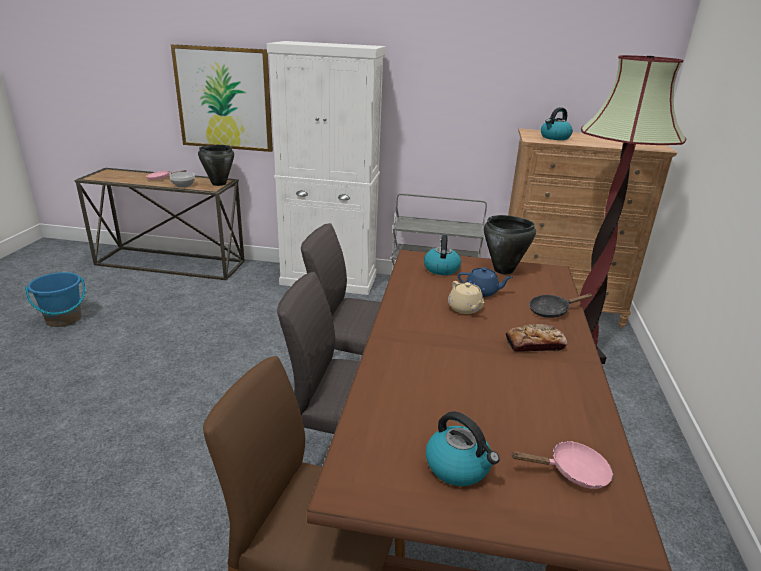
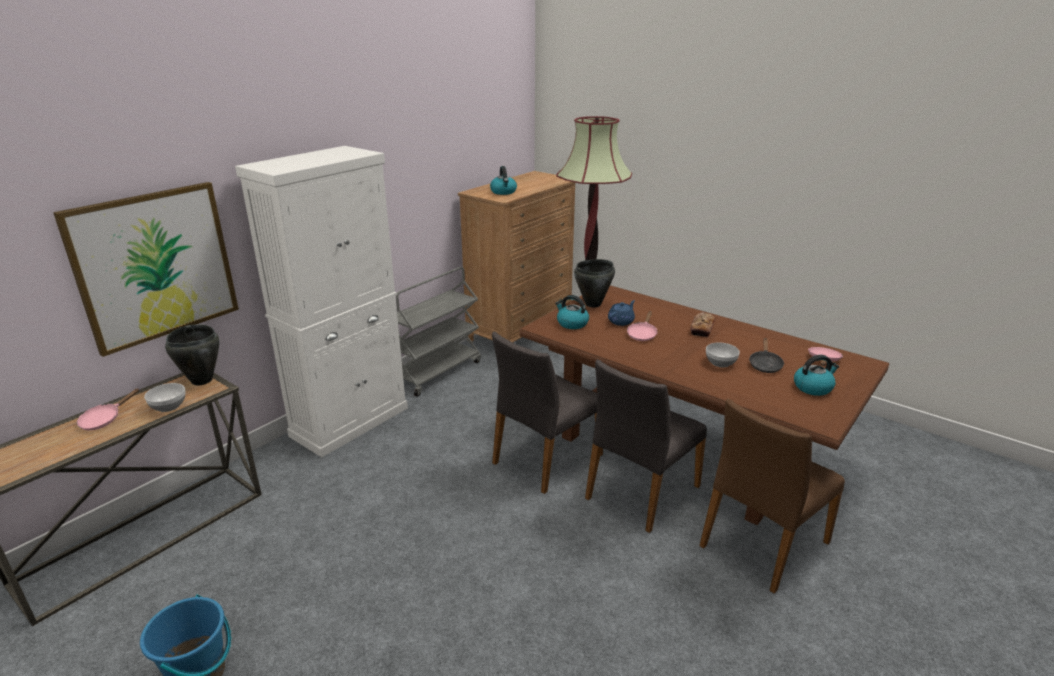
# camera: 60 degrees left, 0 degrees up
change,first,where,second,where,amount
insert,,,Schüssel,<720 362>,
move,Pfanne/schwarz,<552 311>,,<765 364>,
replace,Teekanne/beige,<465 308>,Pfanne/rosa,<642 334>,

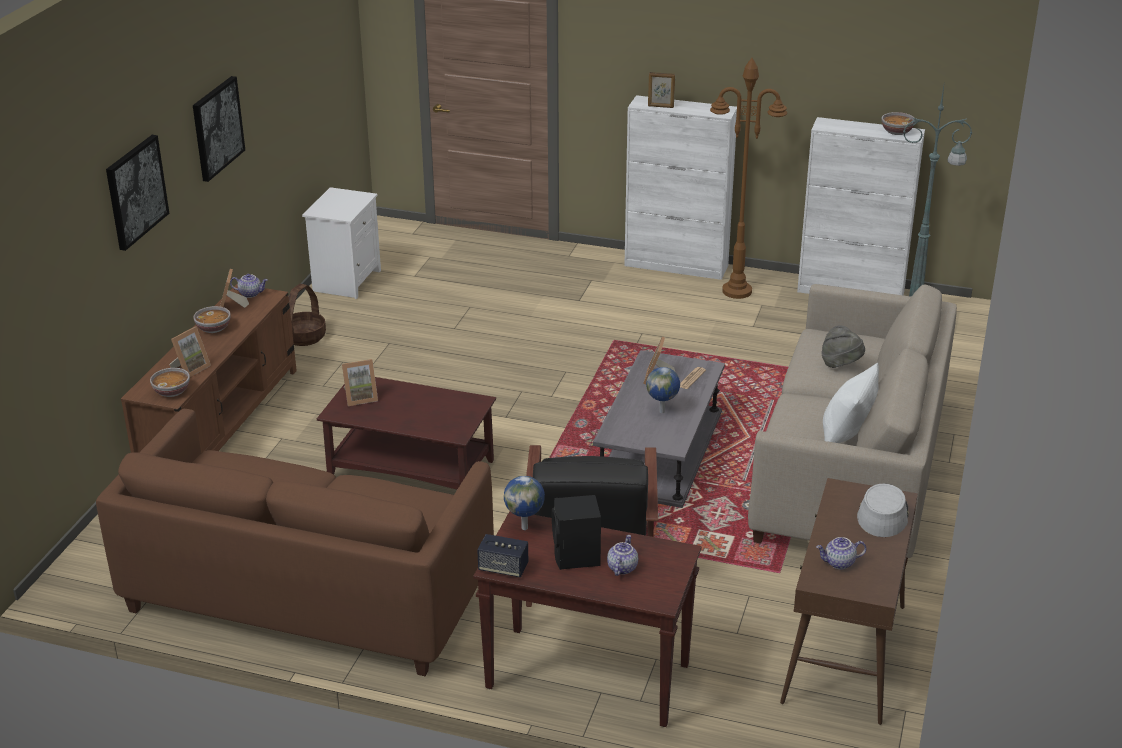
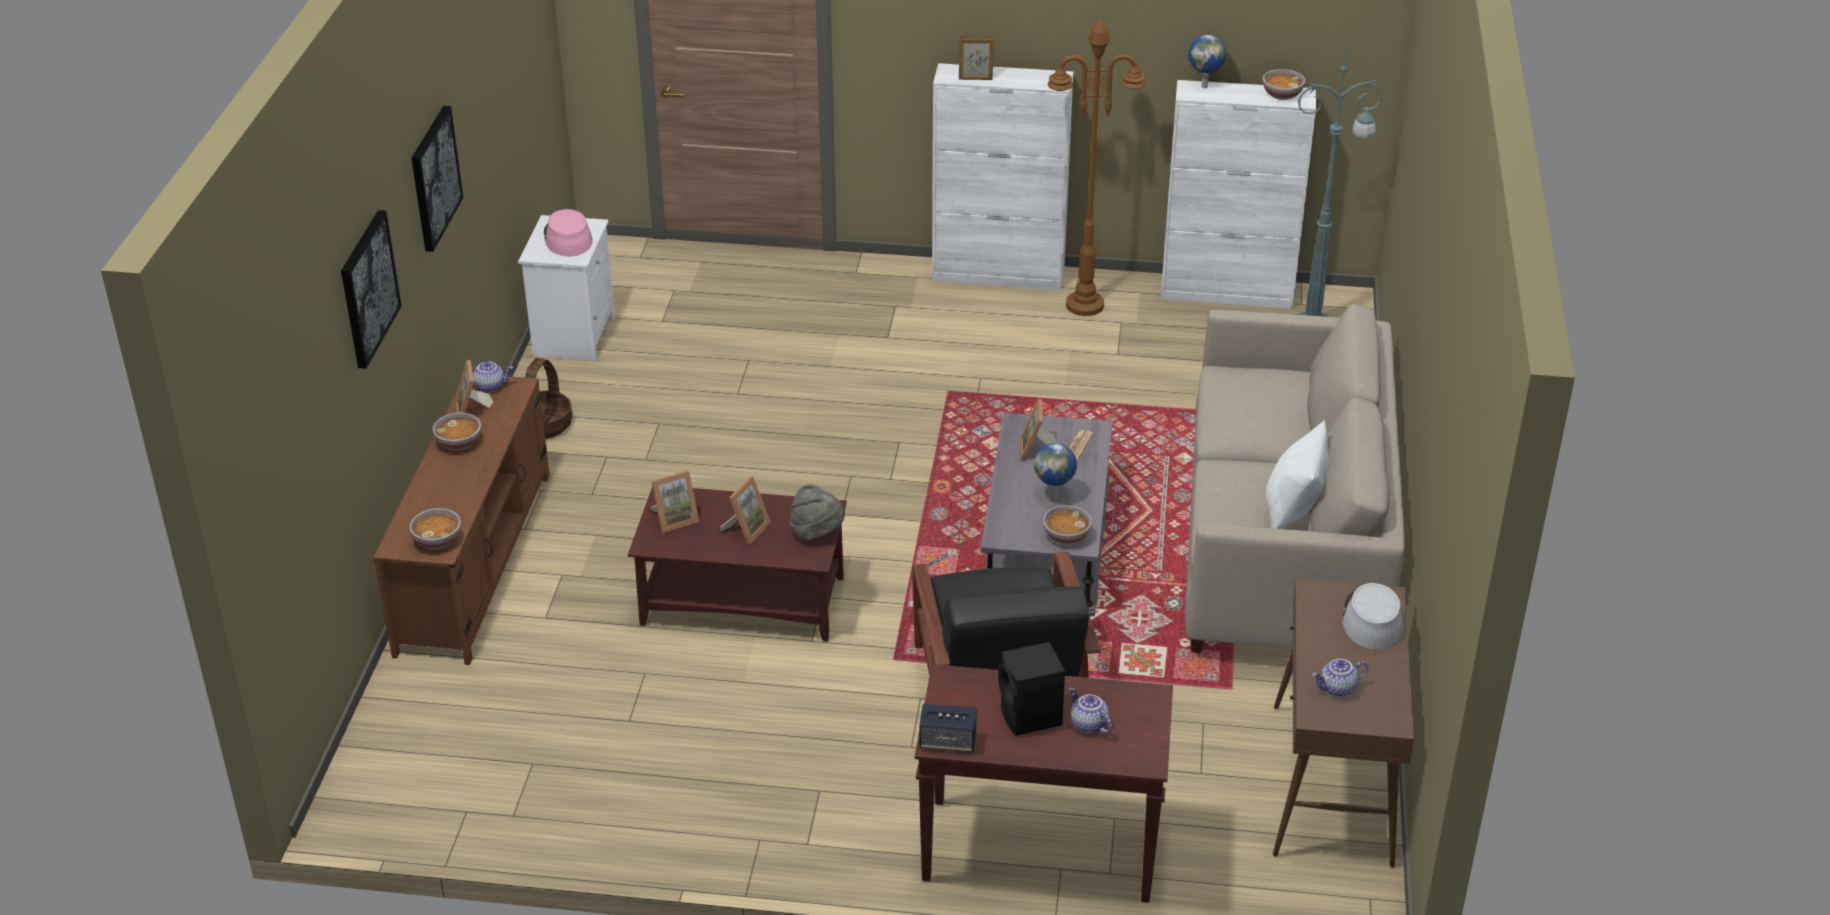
# camera: 10 degrees left, 5 degrees up
change,first,where,second,where,amount
delete,Sofa/braun,<308 593>,,,
insert,,,Hut/rosa,<567 238>,
insert,,,Schüssel,<1066 536>,
move,Bilderrahmen,<190 368>,,<746 529>,
move,Globus,<525 527>,,<1204 86>,
move,Hut/grau,<841 364>,,<817 533>,
rotate,Teekanne,<621 567>,,<1087 724>,45 degrees counterclockwise

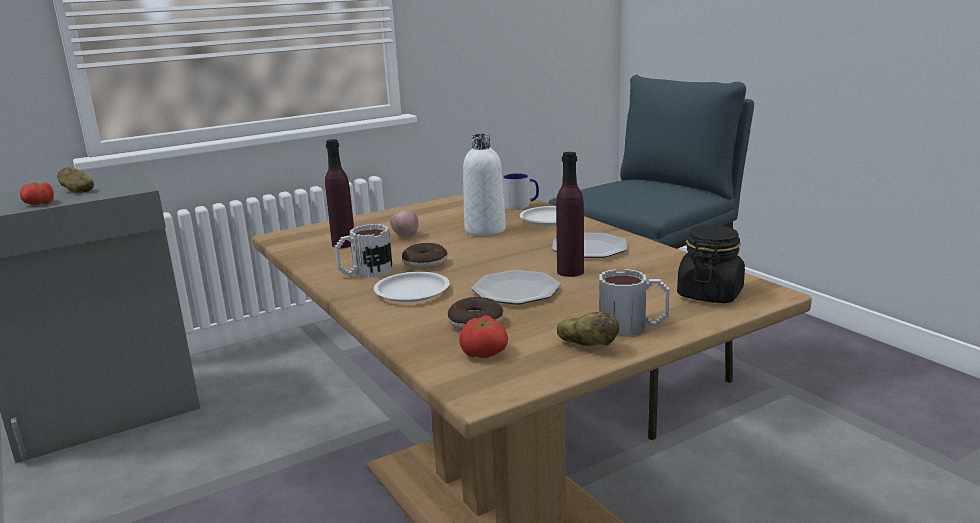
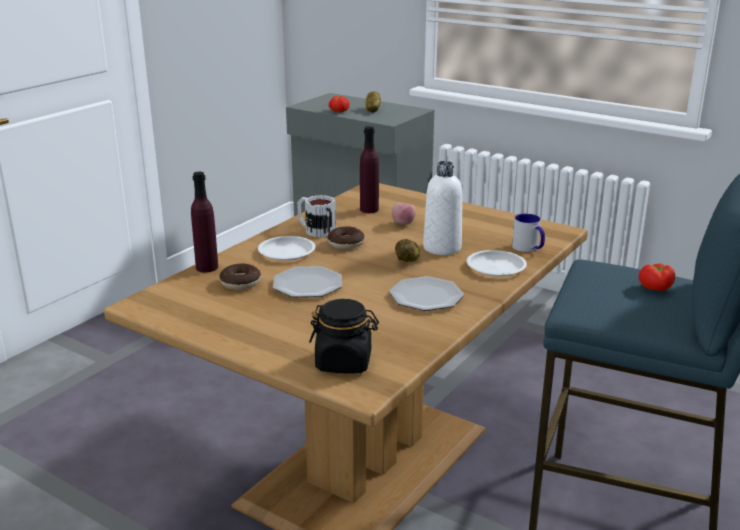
# camera: 65 degrees right, 5 degrees up
change,first,where,second,where,amount
delete,Henkelbecher,<633 327>,,,
move,Tomate,<485 352>,,<656 288>,
move,Flasche/lila,<570 271>,,<207 267>,
move,Kartoffel,<588 346>,,<408 260>,

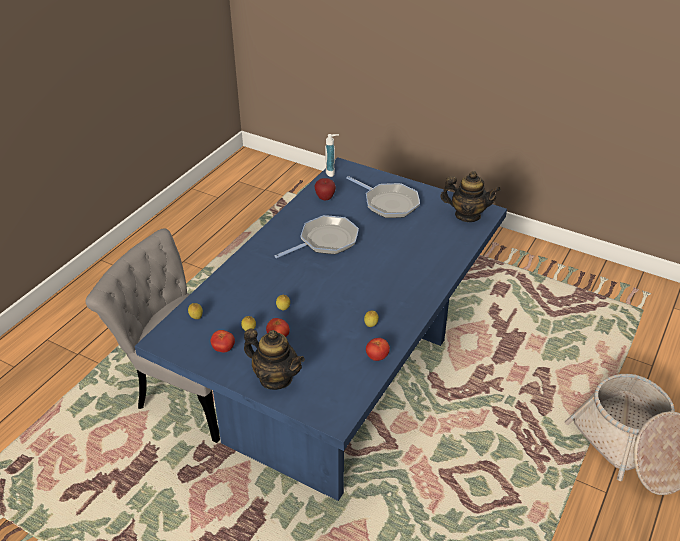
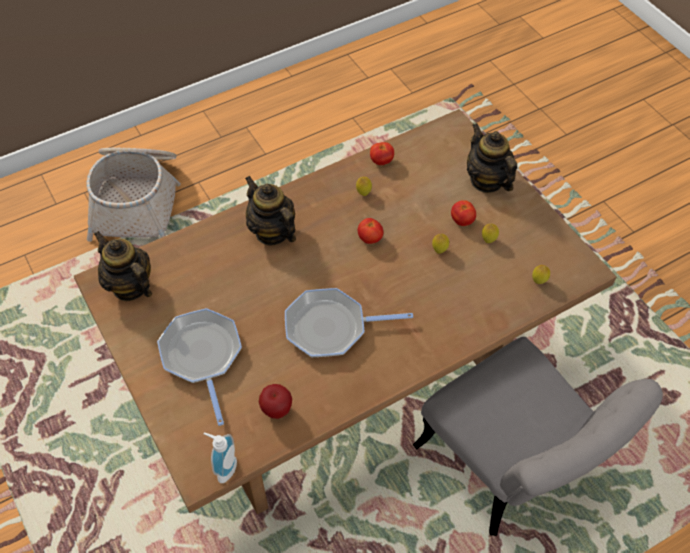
# camera: 150 degrees left, 15 degrees up
change,first,where,second,where,amount
insert,,,Teekanne,<272 232>,
move,Tomate,<223 349>,,<370 239>,
recolor,Esstisch/blau,<339 388>,Esstisch/braun,<344 385>,

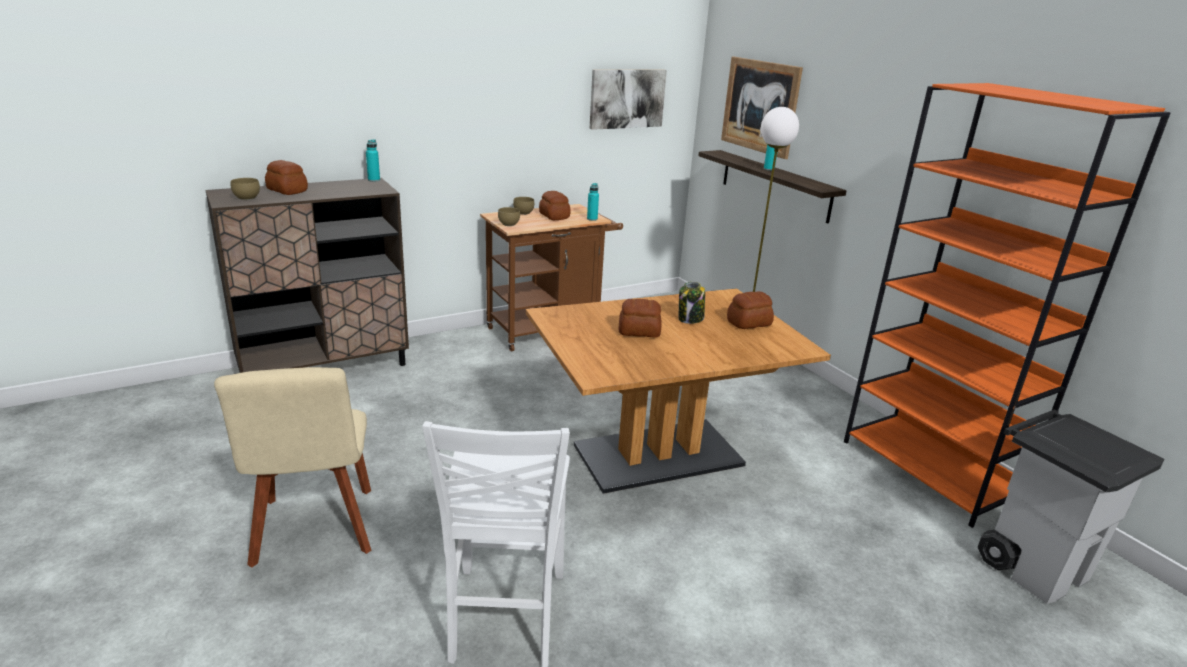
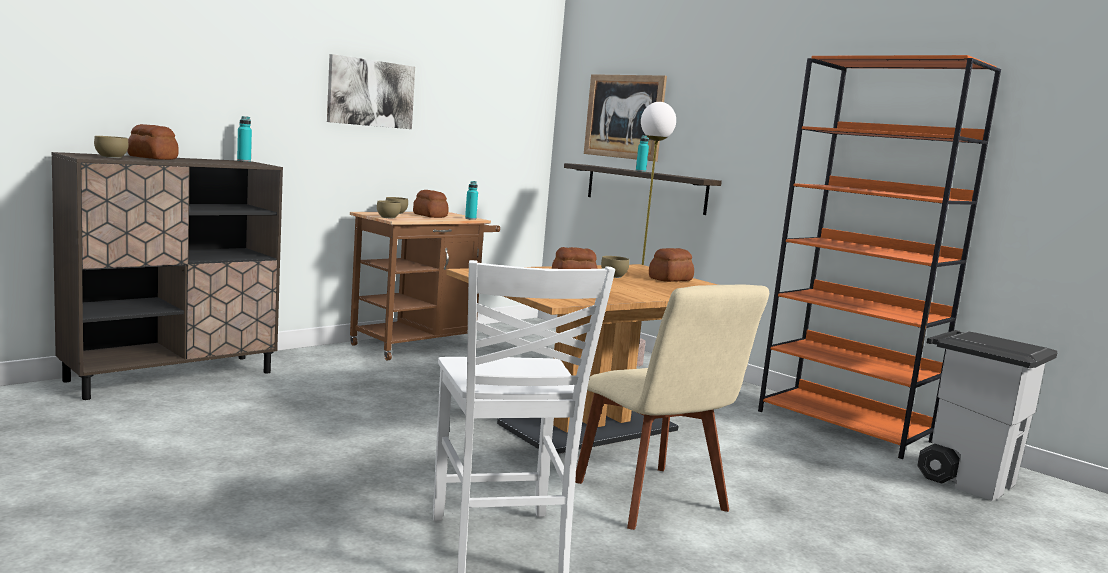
# camera: 15 degrees left, 15 degrees down
change,first,where,second,where,amount
move,Stuhl/beige,<314 530>,,<654 500>,
move,Bild,<627 98>,,<371 93>,
replace,Vorratsglas,<690 319>,Schüssel/braun,<614 276>,

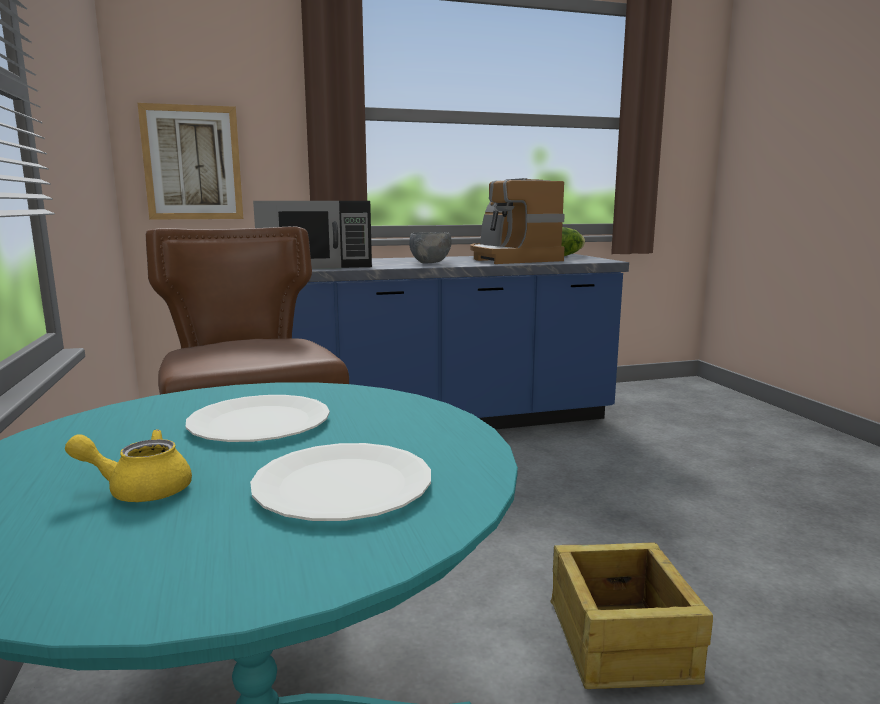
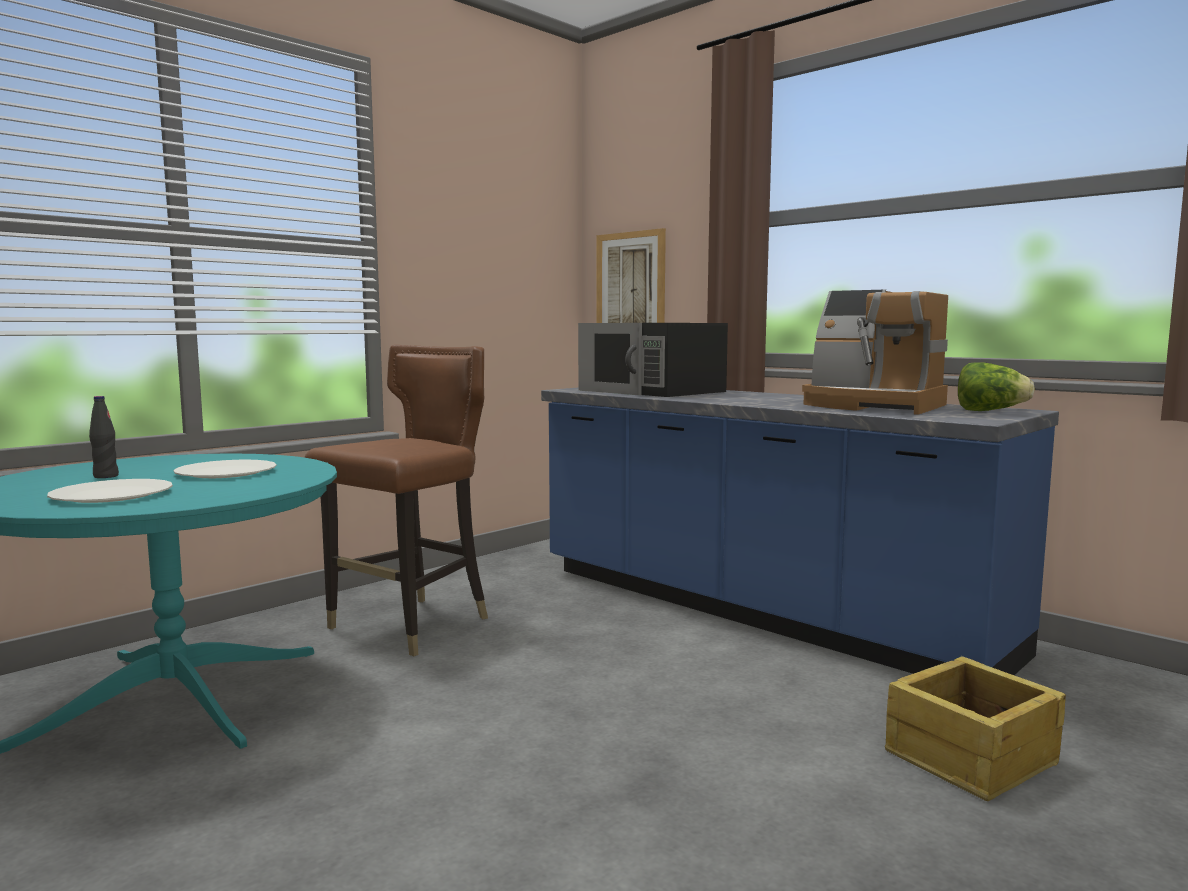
# camera: 60 degrees right, 5 degrees down
change,first,where,second,where,amount
delete,Schüssel/grau,<430 263>,,,
move,Kiste,<619 642>,,<968 756>,
replace,Teekanne/gelb,<140 489>,Flasche/schwarz,<106 476>,
rotate,Kaffeemaschine,<510 259>,,<873 406>,90 degrees counterclockwise

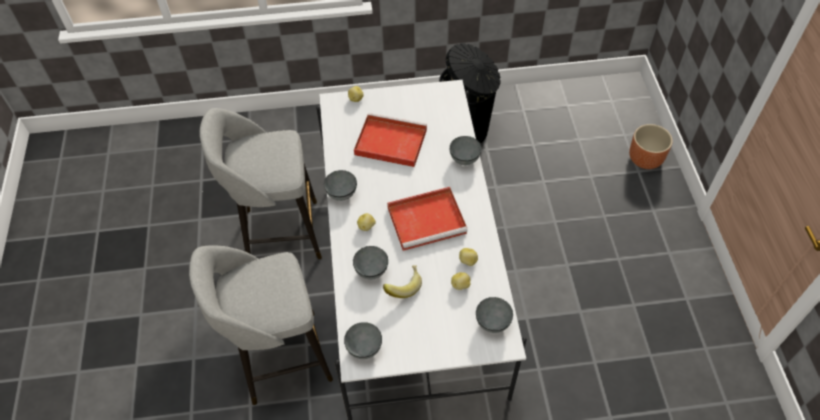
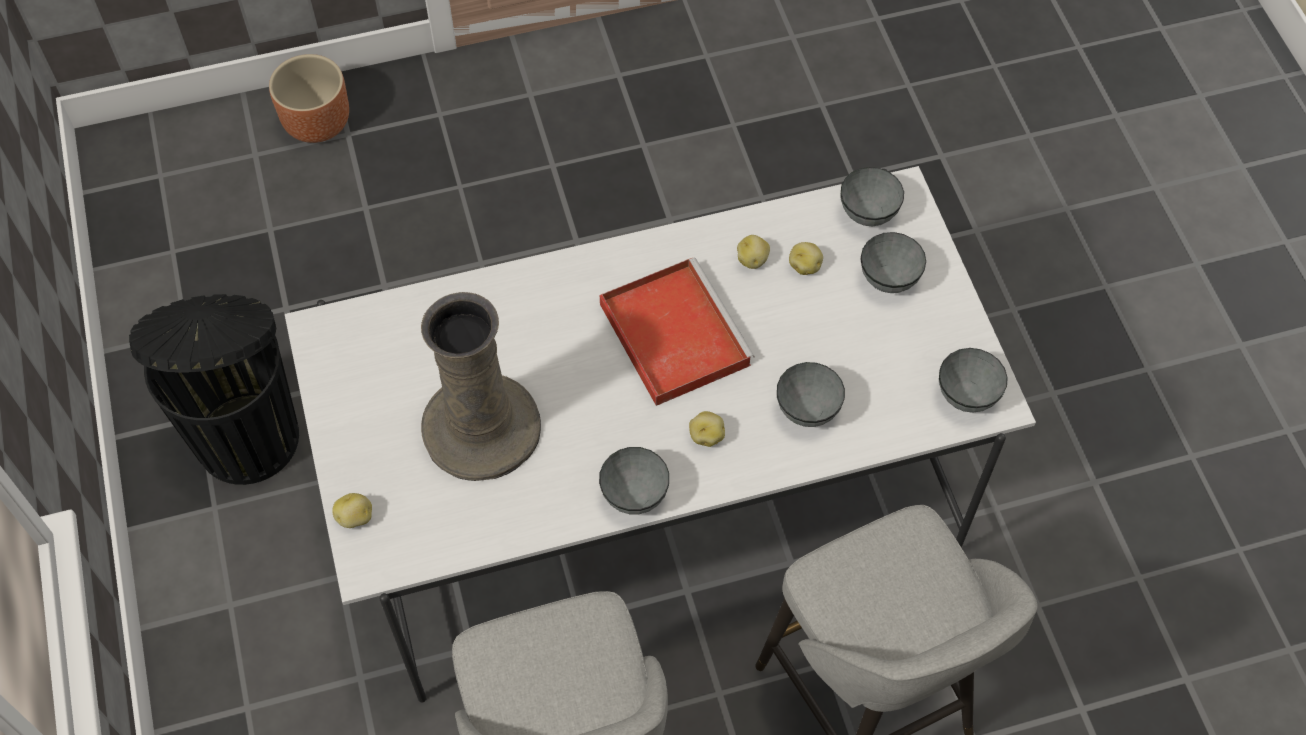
# camera: 100 degrees left, 5 degrees up
change,first,where,second,where,amount
delete,Banane,<403 286>,,,
move,Schüssel/grau,<465 159>,,<888 279>,
replace,Tablett/rot,<389 142>,Vase/beige,<482 428>,

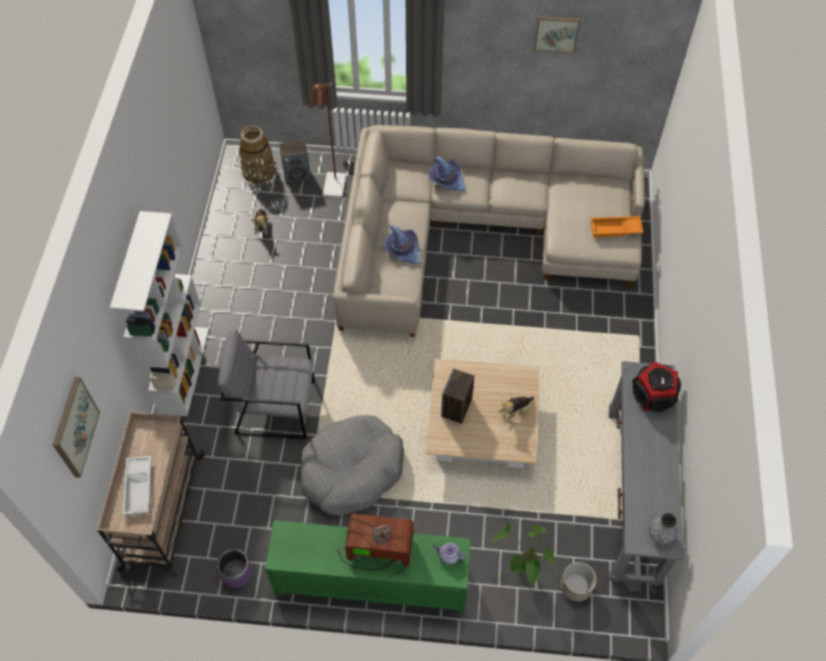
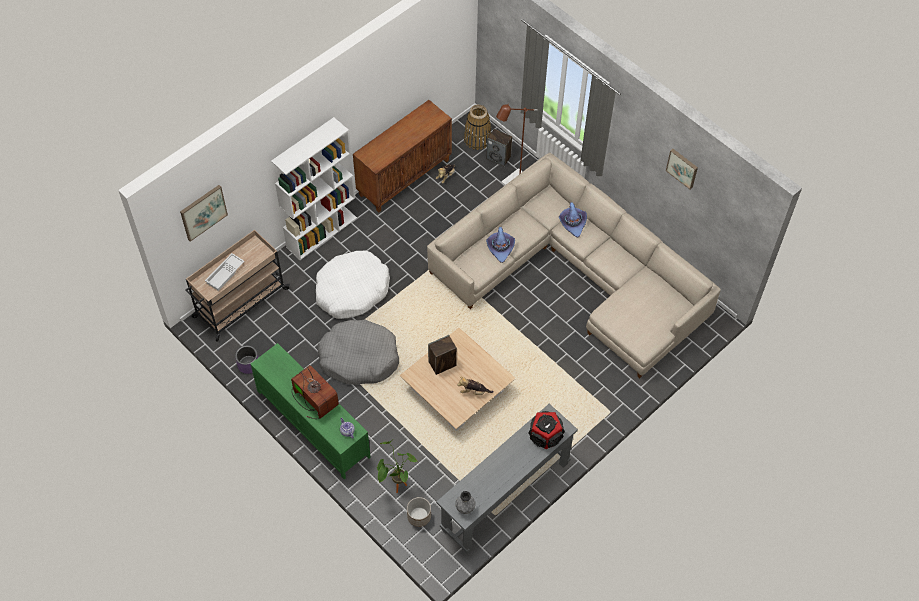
# camera: 40 degrees right, 0 degrees up
change,first,where,second,where,amount
delete,Tablett/orange,<615 230>,,,
insert,,,Schrank/braun,<404 177>,
replace,Sessel/grau,<275 406>,Hundebett/weiß,<352 290>,

